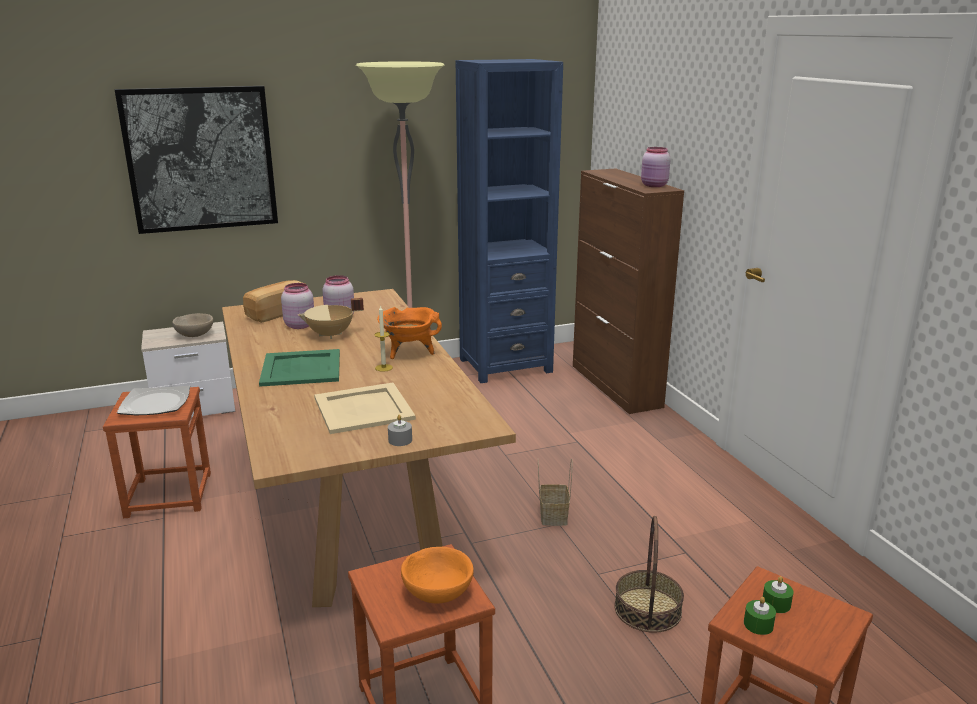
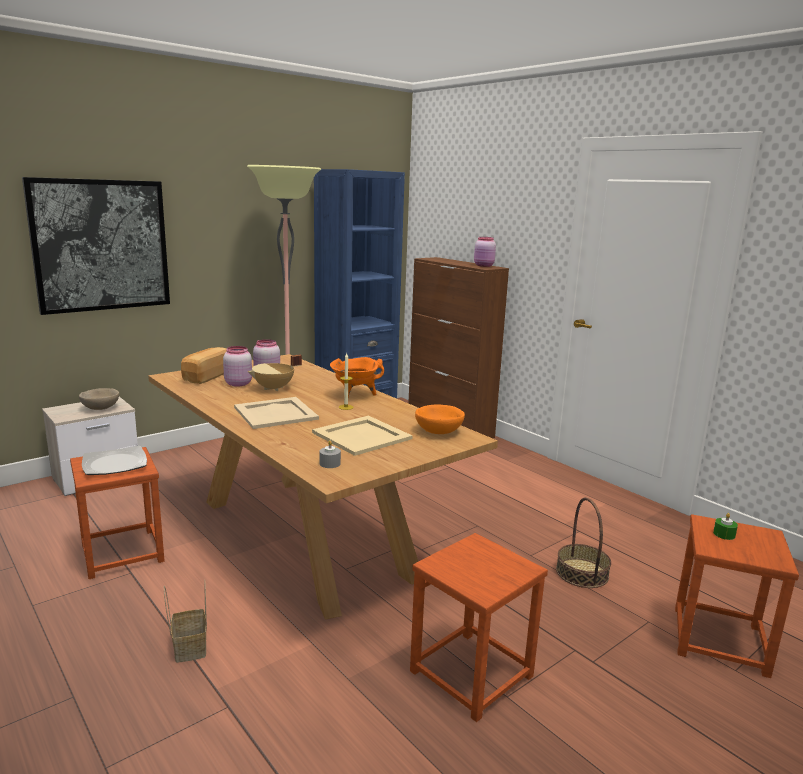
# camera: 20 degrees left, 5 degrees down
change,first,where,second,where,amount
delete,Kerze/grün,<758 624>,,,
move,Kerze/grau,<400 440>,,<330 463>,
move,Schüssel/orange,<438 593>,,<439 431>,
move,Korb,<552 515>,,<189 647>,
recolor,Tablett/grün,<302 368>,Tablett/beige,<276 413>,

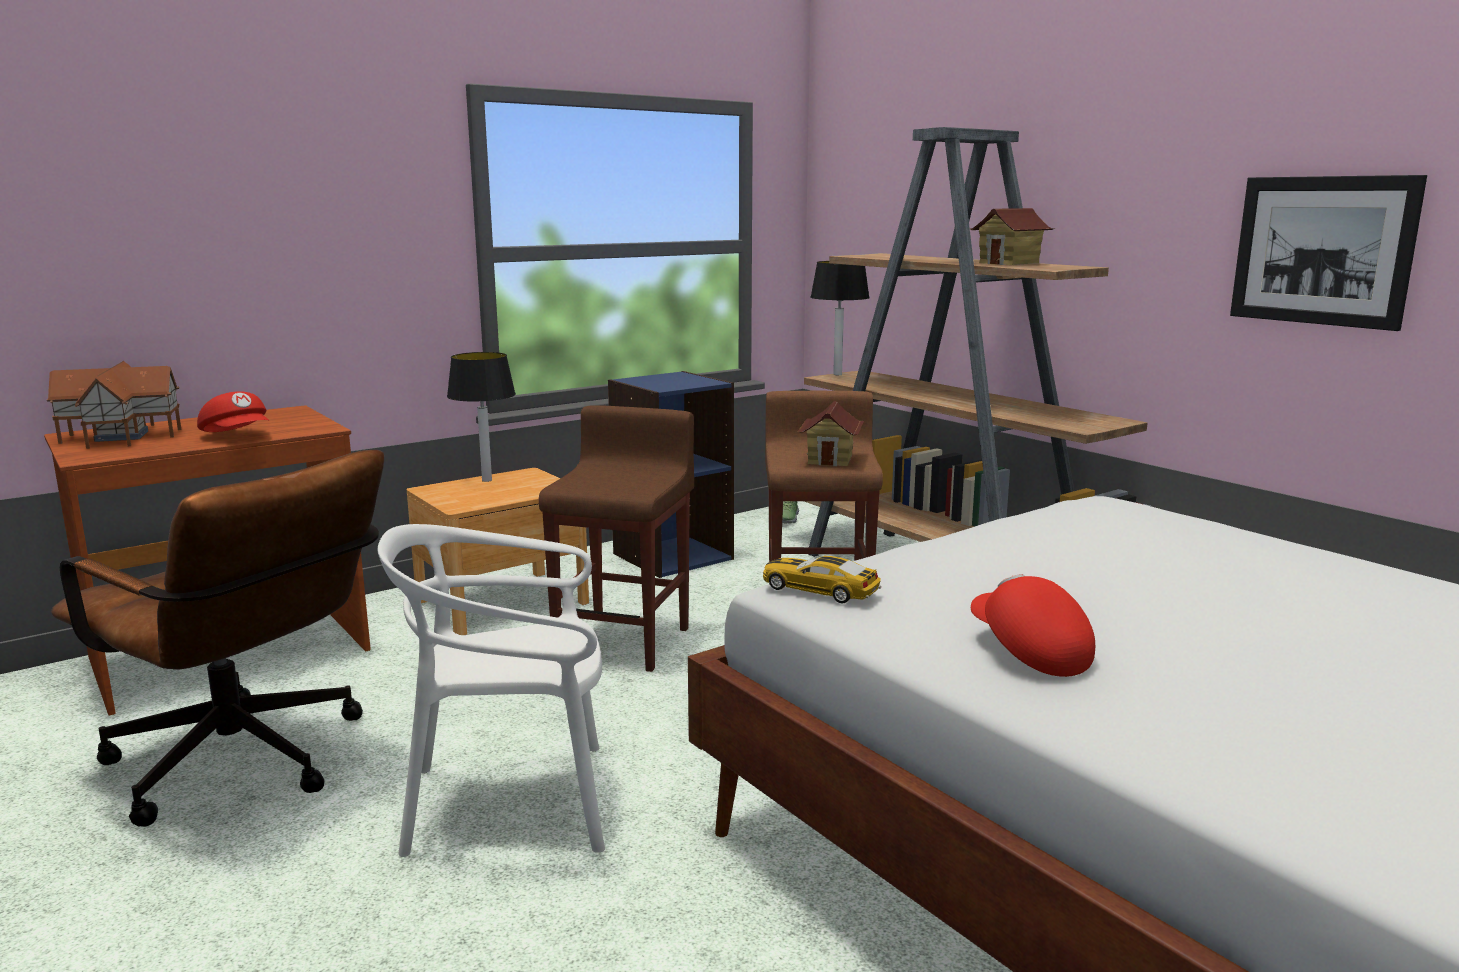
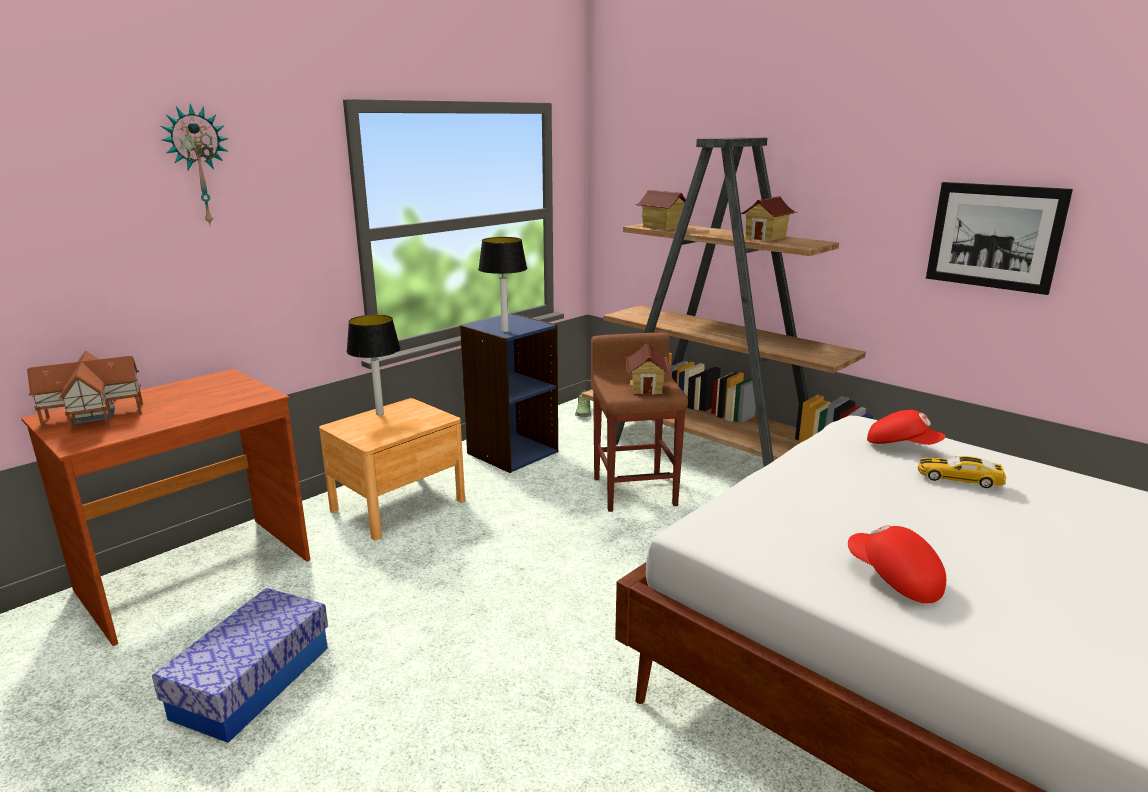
# camera: 10 degrees left, 5 degrees up
change,first,where,second,where,amount
delete,Stuhl/weiß,<511 803>,,,
delete,Hocker/braun,<624 642>,,,
insert,,,Wanduhr,<198 166>,
insert,,,Spielzeughaus,<662 228>,
move,Kappe/rot,<238 436>,,<902 445>,
move,Spielzeugauto,<819 590>,,<959 478>,
move,Tischlampe,<837 374>,,<505 331>,
replace,Bürostuhl/braun,<249 766>,Aufbewahrungsbox,<252 682>,

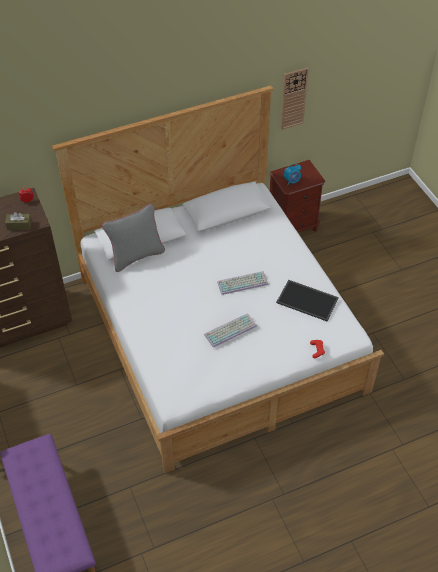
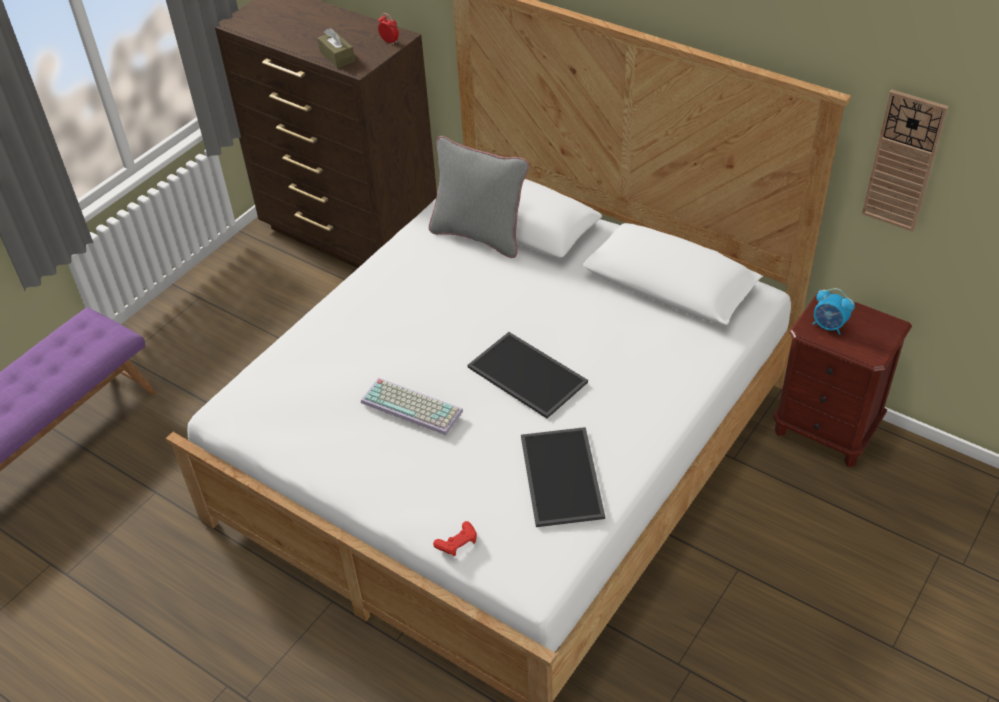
# camera: 60 degrees right, 5 degrees down
change,first,where,second,where,amount
replace,Tastatur,<243 282>,Tablett,<529 374>,

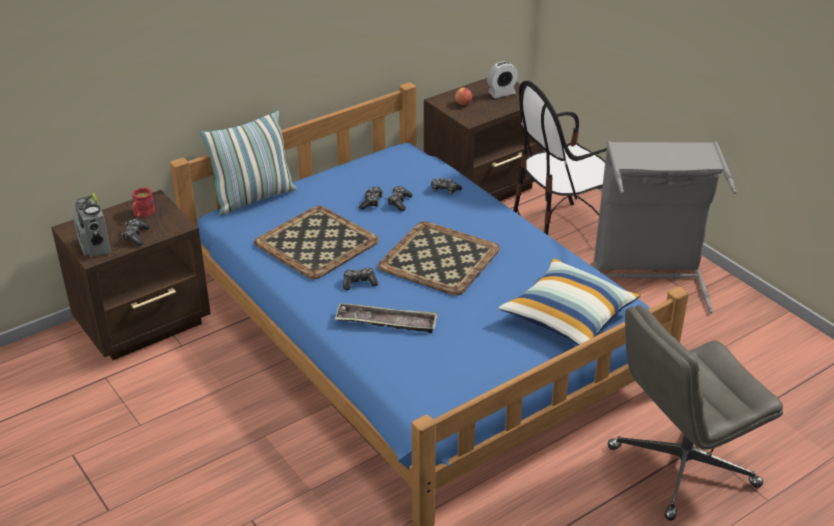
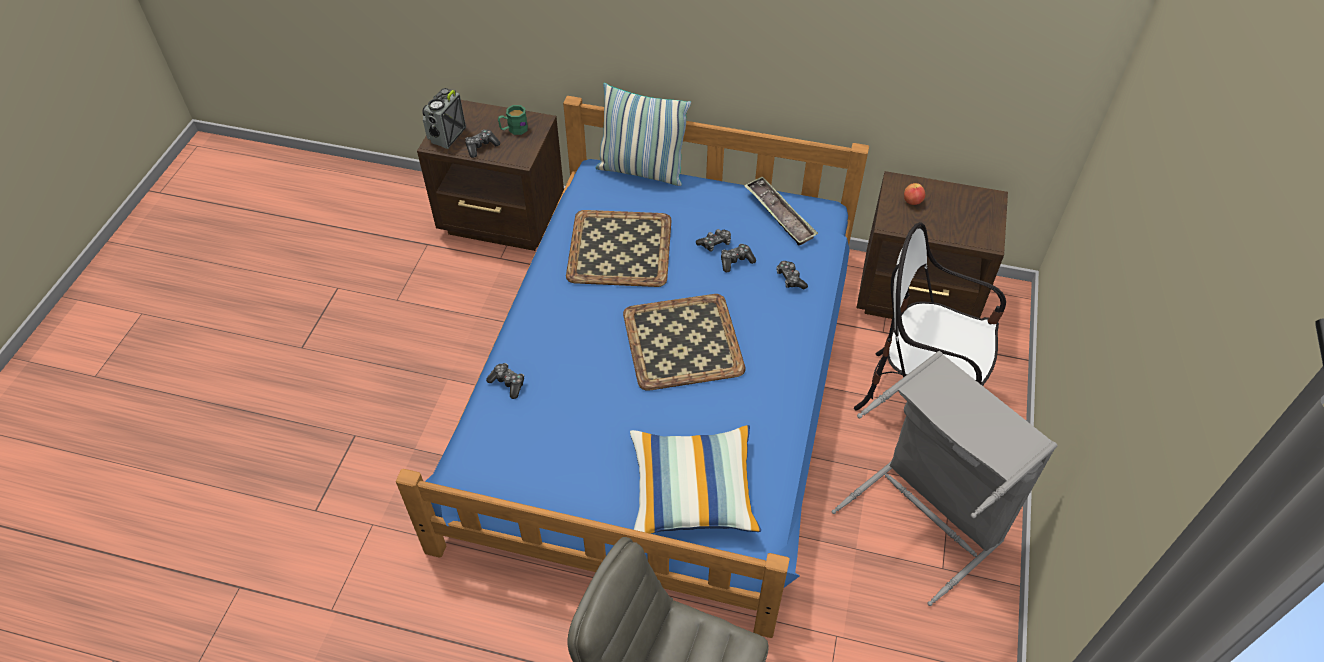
# camera: 50 degrees right, 15 degrees up
change,first,where,second,where,amount
delete,Wecker,<501 93>,,,
move,Tablett,<386 322>,,<779 214>,
move,Gamepad,<359 283>,,<508 383>,
recolor,Henkelbecher/rot,<143 213>,Henkelbecher/grün,<513 129>,

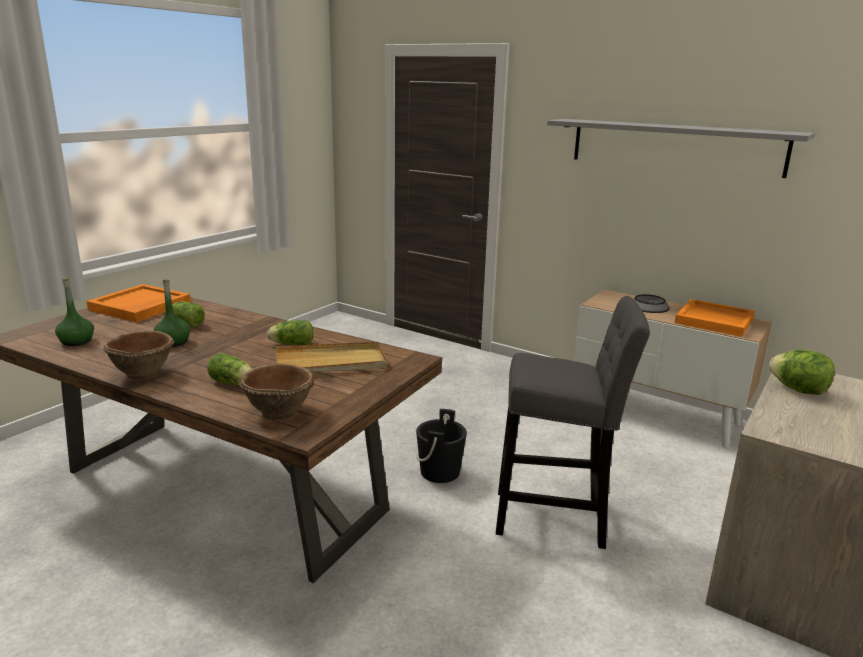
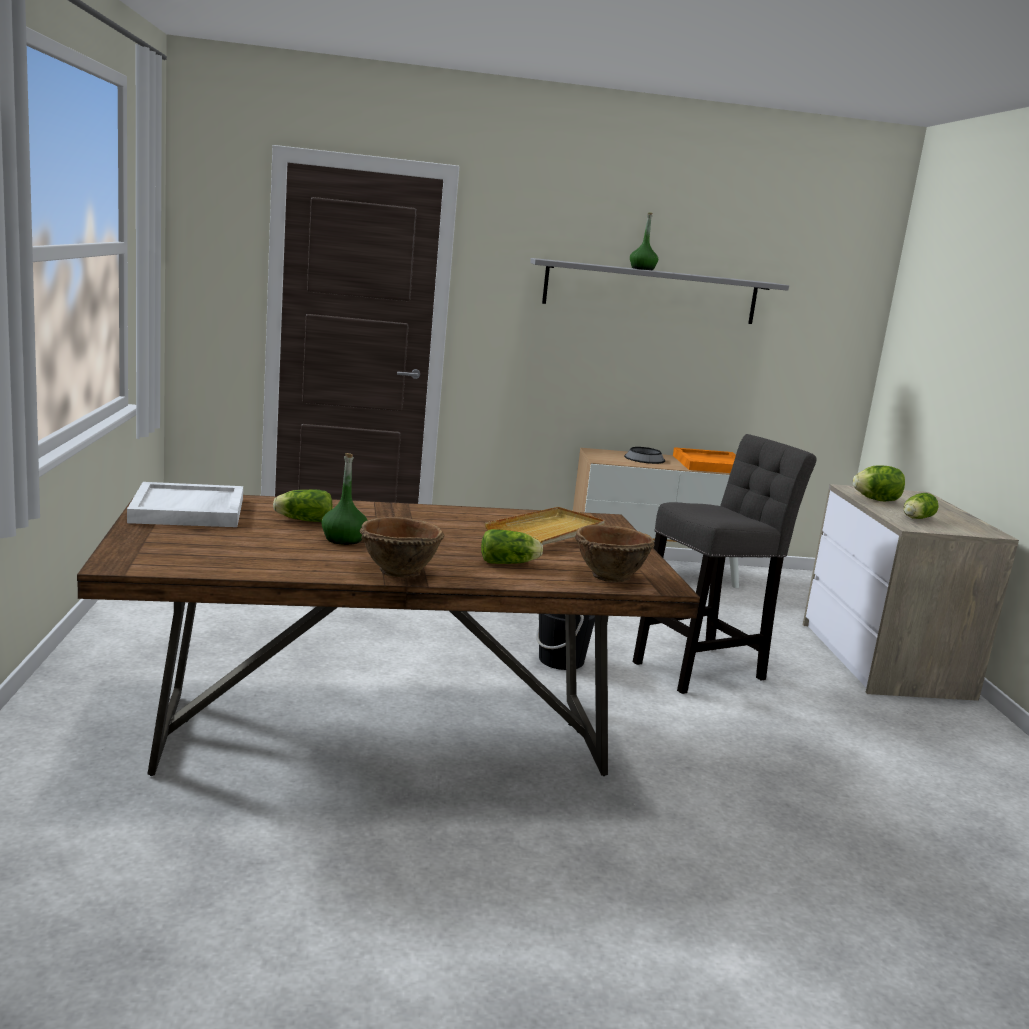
# camera: 40 degrees left, 5 degrees down
change,first,where,second,where,amount
move,Flasche/grün,<76 341>,,<642 269>,
move,Salatkopf,<290 344>,,<916 518>,
recolor,Tablett/orange,<140 306>,Tablett/weiß,<189 510>,

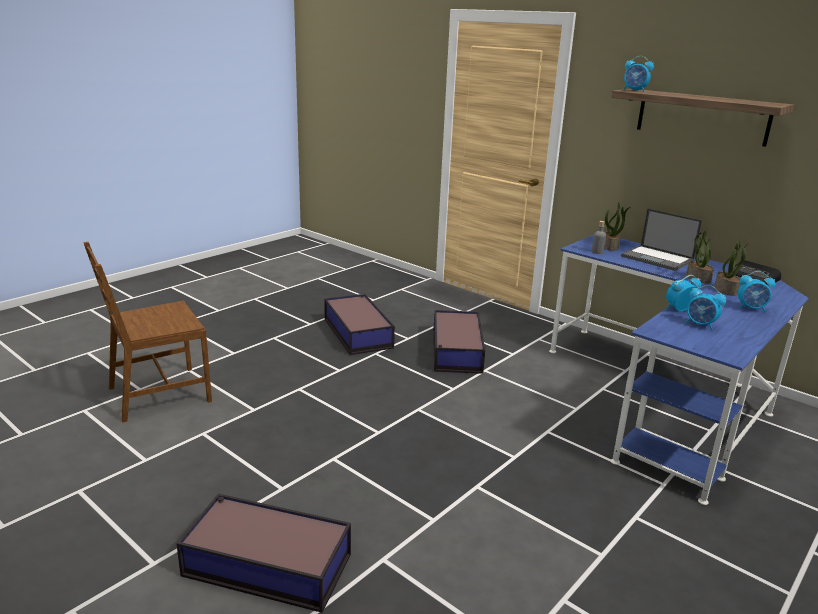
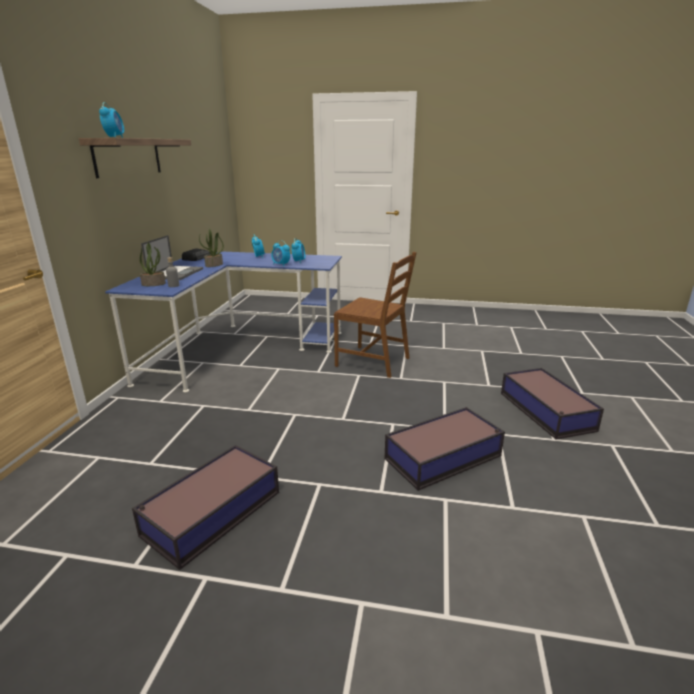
# camera: 120 degrees left, 0 degrees up
change,first,where,second,where,amount
delete,Topfpflanze,<726 290>,,,
move,Stuhl/braun,<158 394>,,<373 361>,
move,Aufbewahrungsbox,<456 351>,,<444 457>,

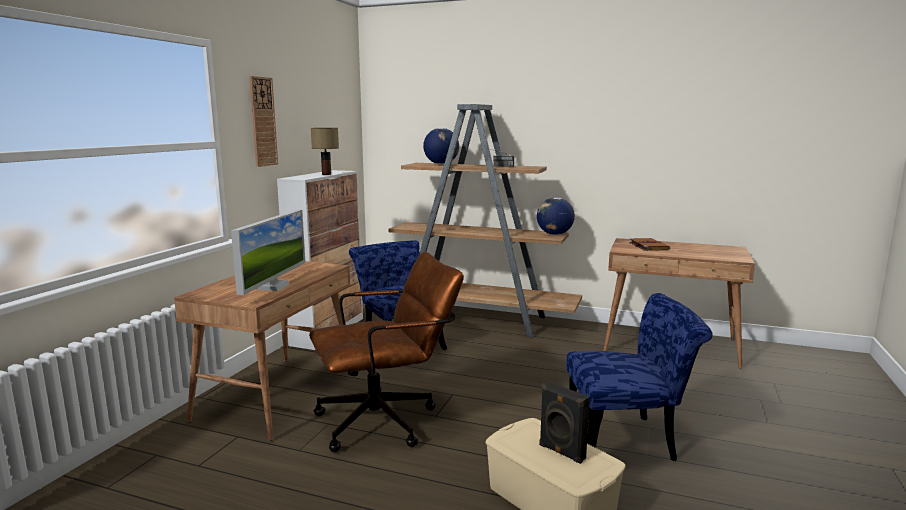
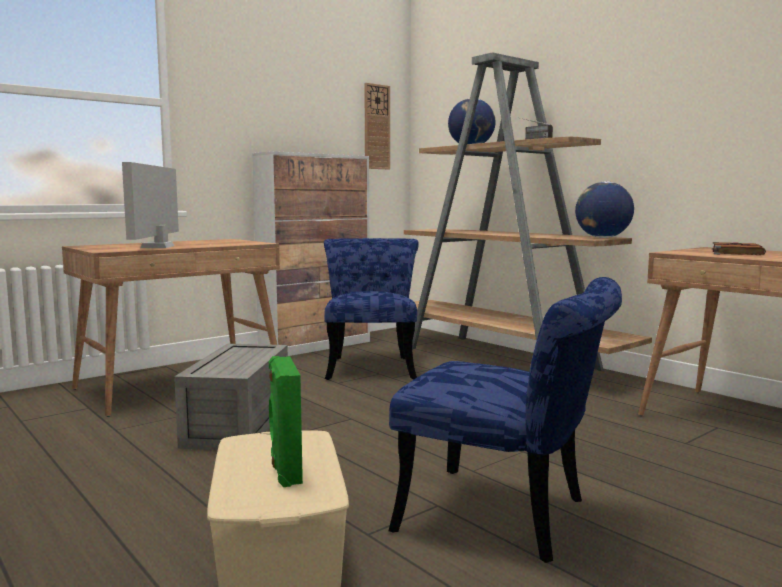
# camera: 30 degrees right, 5 degrees down
change,first,where,second,where,amount
delete,Tischlampe,<326 174>,,,
move,Wanduhr,<263 122>,,<376 127>,
replace,Bürostuhl/braun,<387 420>,Aufbewahrungsbox/grau,<240 425>,
recolor,Lautsprecher/schwarz,<561 452>,Lautsprecher/grün,<284 470>,
rotate,Monitor,<273 287>,,<157 247>,135 degrees clockwise

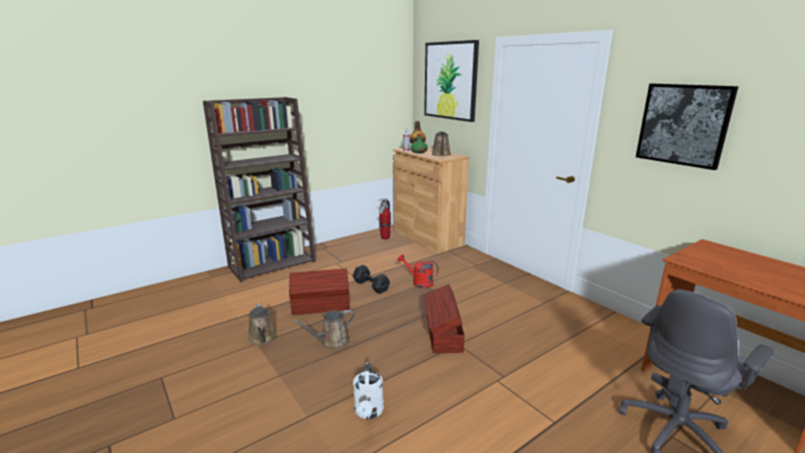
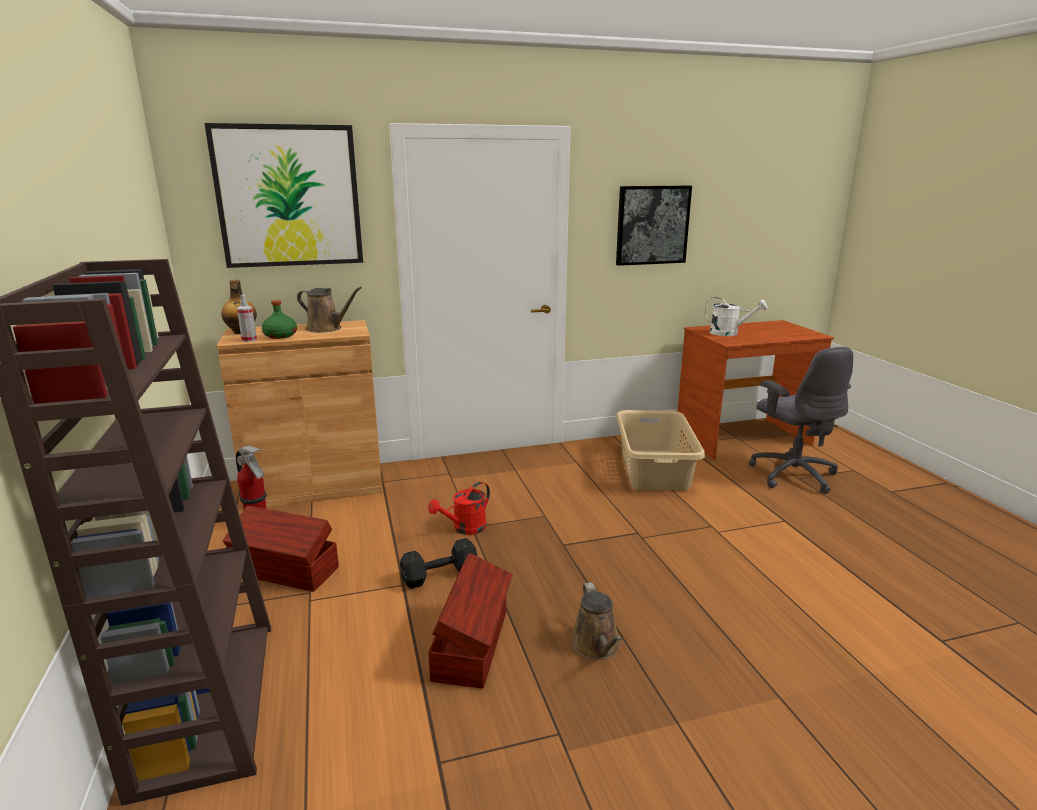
# camera: 70 degrees left, 0 degrees up
change,first,where,second,where,amount
delete,Gießkanne/braun,<262 338>,,,
insert,,,Wäschekorb/beige,<655 469>,
move,Gießkanne/weiß,<369 412>,,<729 333>,
move,Aufbewahrungsbox/braun,<443 334>,,<286 571>,

